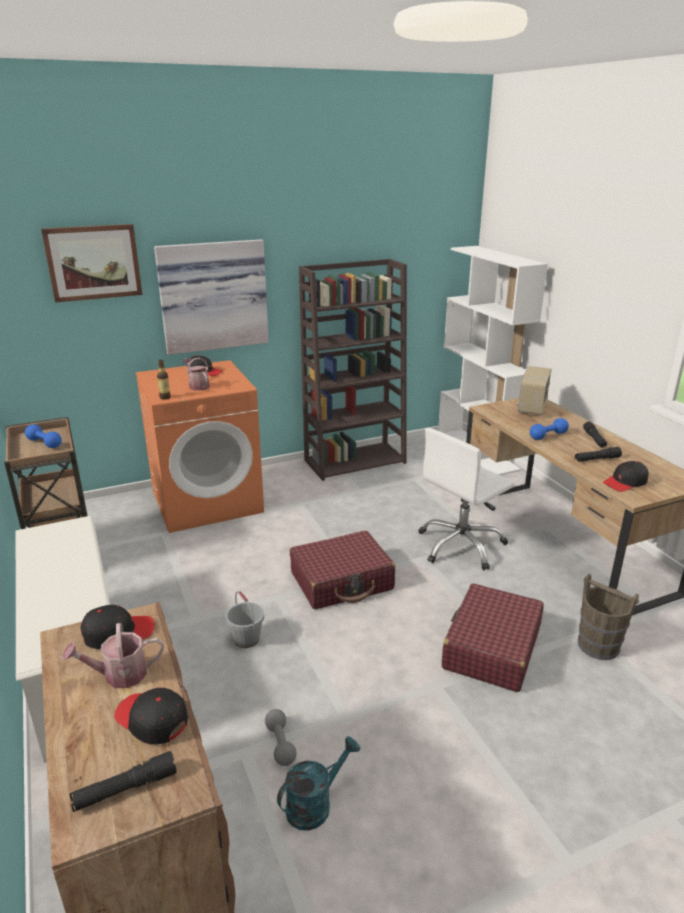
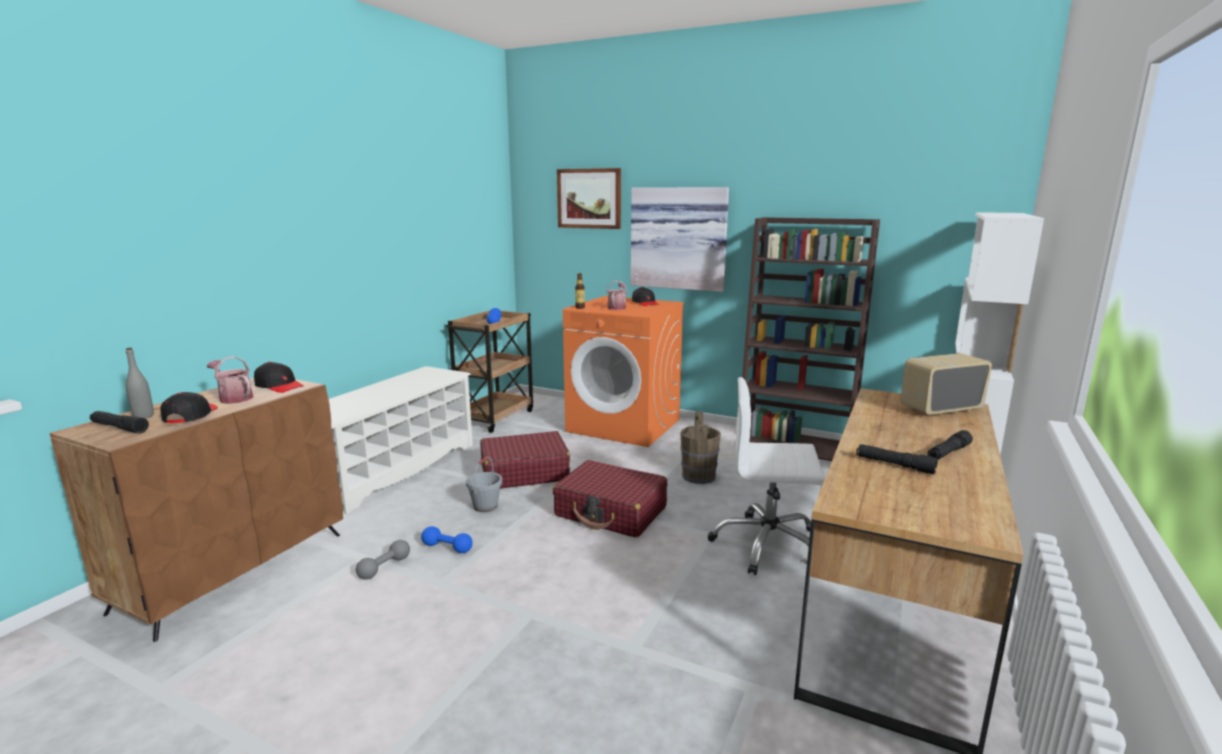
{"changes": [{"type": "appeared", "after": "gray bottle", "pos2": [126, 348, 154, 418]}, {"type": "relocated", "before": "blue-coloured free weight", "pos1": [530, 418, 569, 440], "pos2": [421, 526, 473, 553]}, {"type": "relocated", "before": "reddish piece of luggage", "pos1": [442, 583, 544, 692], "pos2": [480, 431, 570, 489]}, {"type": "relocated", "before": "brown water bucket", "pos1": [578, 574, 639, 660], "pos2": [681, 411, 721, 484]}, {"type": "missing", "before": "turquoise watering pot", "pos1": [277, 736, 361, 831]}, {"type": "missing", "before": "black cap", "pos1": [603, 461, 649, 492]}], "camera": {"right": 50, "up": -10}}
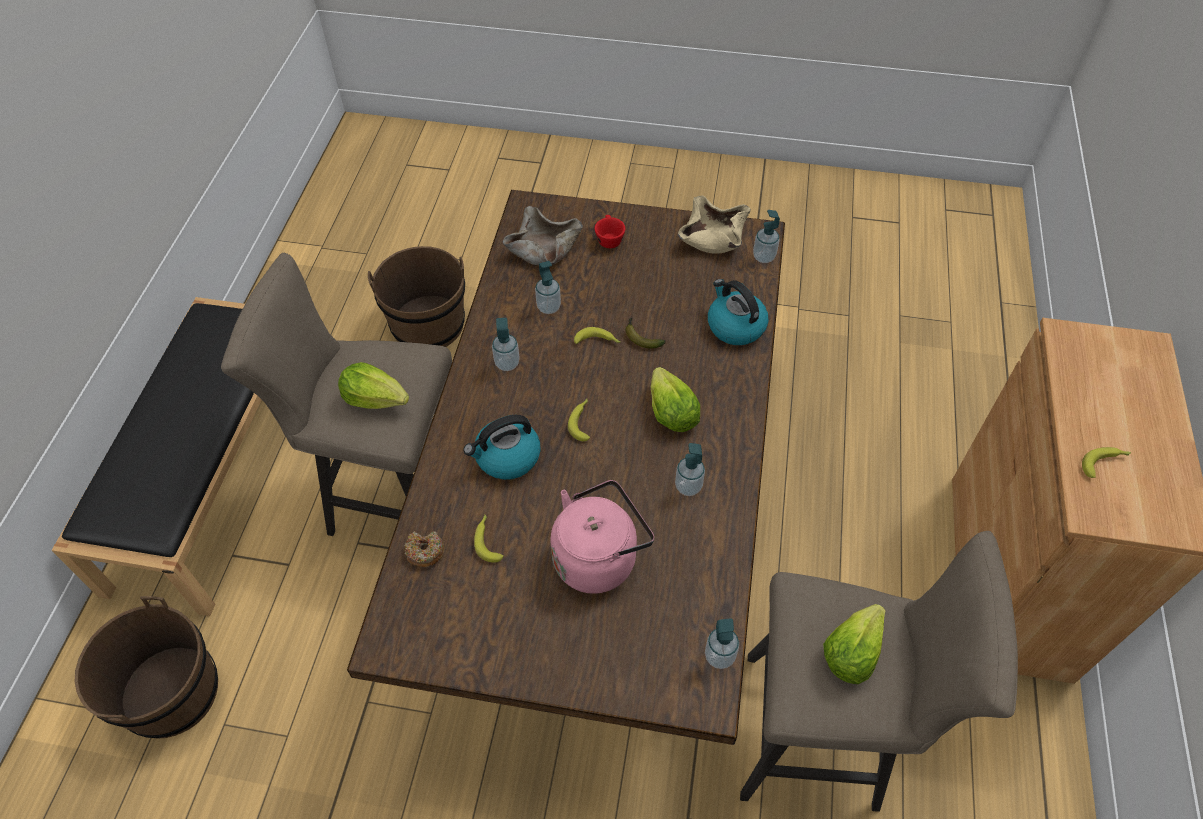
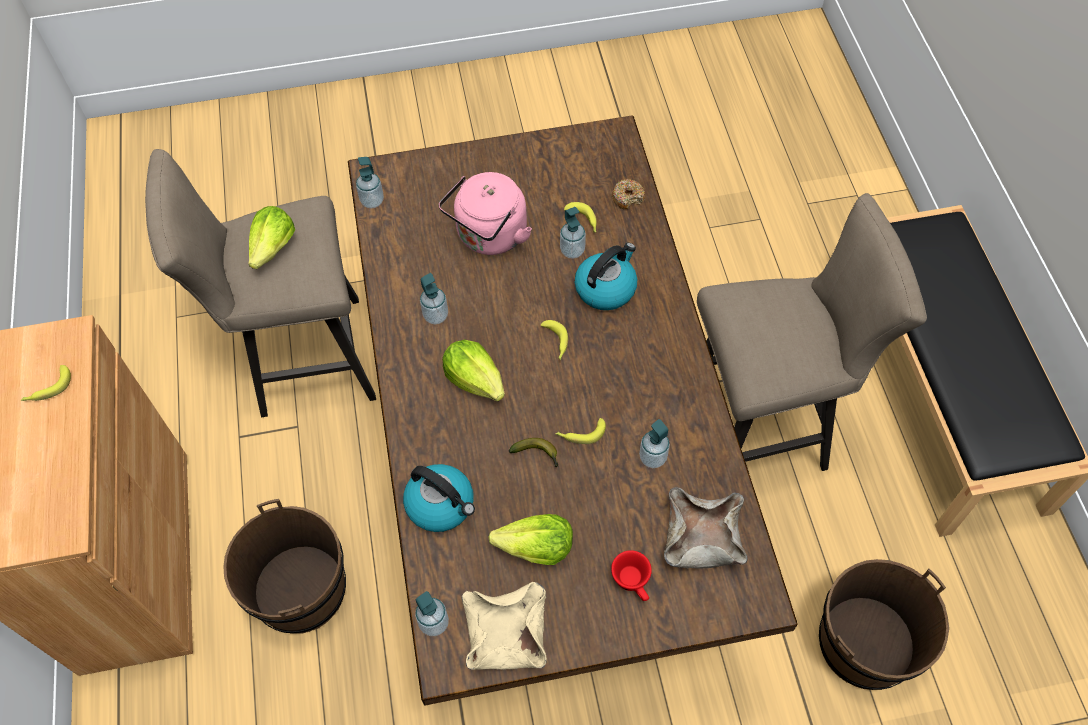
{"changes": [{"type": "relocated", "before": "brown water bucket", "pos1": [75, 596, 218, 738], "pos2": [224, 499, 346, 634]}, {"type": "relocated", "before": "lettuce", "pos1": [338, 362, 409, 409], "pos2": [488, 514, 573, 565]}, {"type": "relocated", "before": "liquid soap bottle", "pos1": [492, 318, 520, 371], "pos2": [560, 207, 586, 259]}], "camera": {"right": 160, "up": 5}}
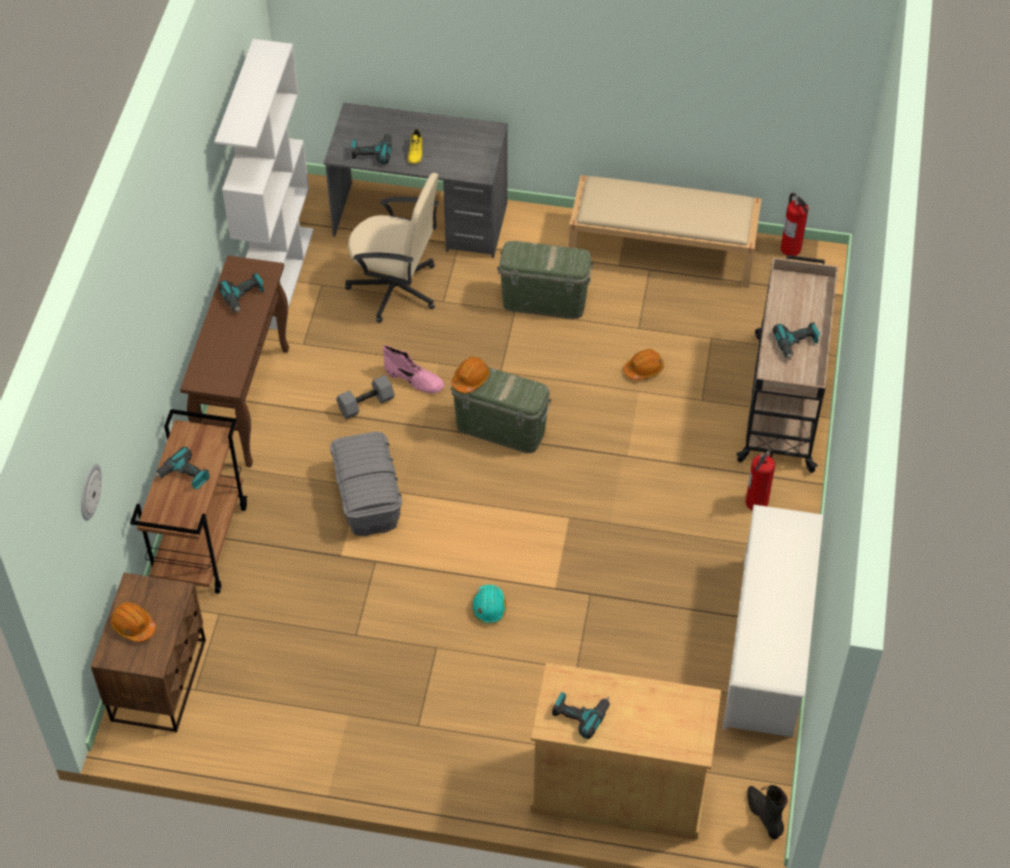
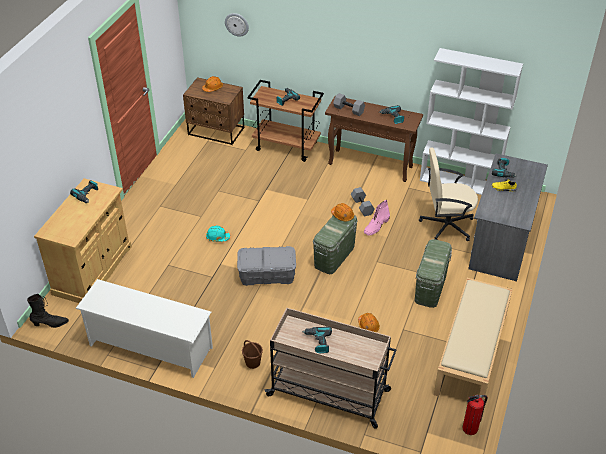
{"changes": [{"type": "relocated", "before": "gray storage bin", "pos1": [330, 432, 402, 536], "pos2": [237, 246, 296, 286]}, {"type": "exchanged", "before": "extinguisher", "after": "brown water bucket", "pos1": [745, 448, 775, 511], "pos2": [242, 340, 263, 369]}, {"type": "appeared", "after": "gray free weight", "pos2": [333, 93, 365, 116]}, {"type": "spun", "before": "beige-coloured computer chair", "pos1": [345, 173, 439, 323], "pos2": [419, 147, 478, 241], "turn": 60}], "camera": {"right": 100, "up": -10}}
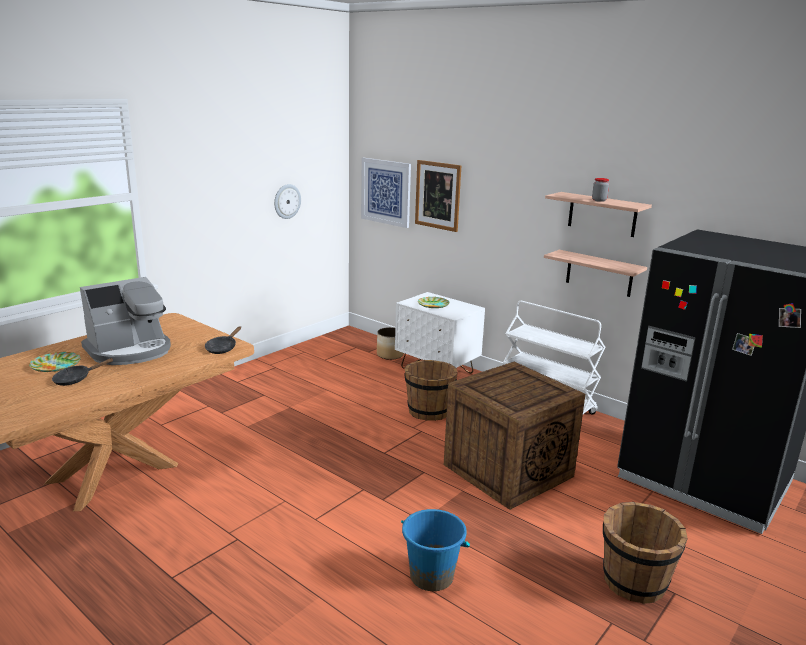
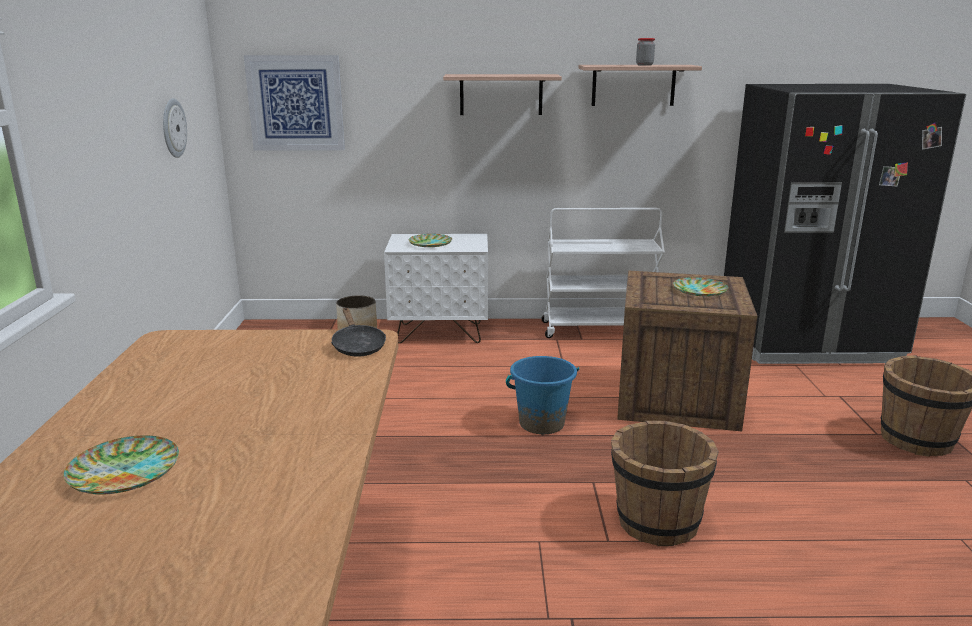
{"changes": [{"type": "relocated", "before": "bracket shelf", "pos1": [544, 250, 647, 297], "pos2": [443, 74, 562, 115]}, {"type": "relocated", "before": "blue-coloured water bucket", "pos1": [401, 509, 470, 591], "pos2": [506, 356, 579, 434]}, {"type": "relocated", "before": "brown water bucket", "pos1": [405, 360, 458, 421], "pos2": [611, 421, 719, 546]}, {"type": "appeared", "after": "flat dish", "pos2": [673, 277, 728, 297]}, {"type": "missing", "before": "black pan", "pos1": [52, 358, 114, 386]}, {"type": "missing", "before": "coffee maker", "pos1": [80, 277, 171, 365]}, {"type": "missing", "before": "picture", "pos1": [415, 160, 461, 232]}], "camera": {"right": -40, "up": 0}}
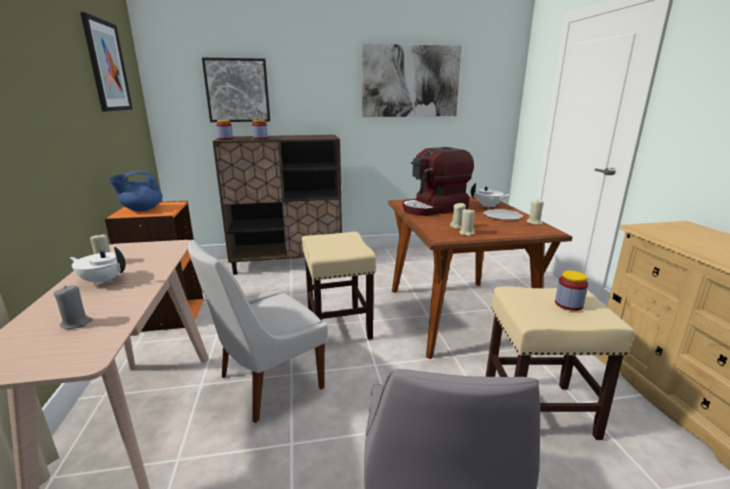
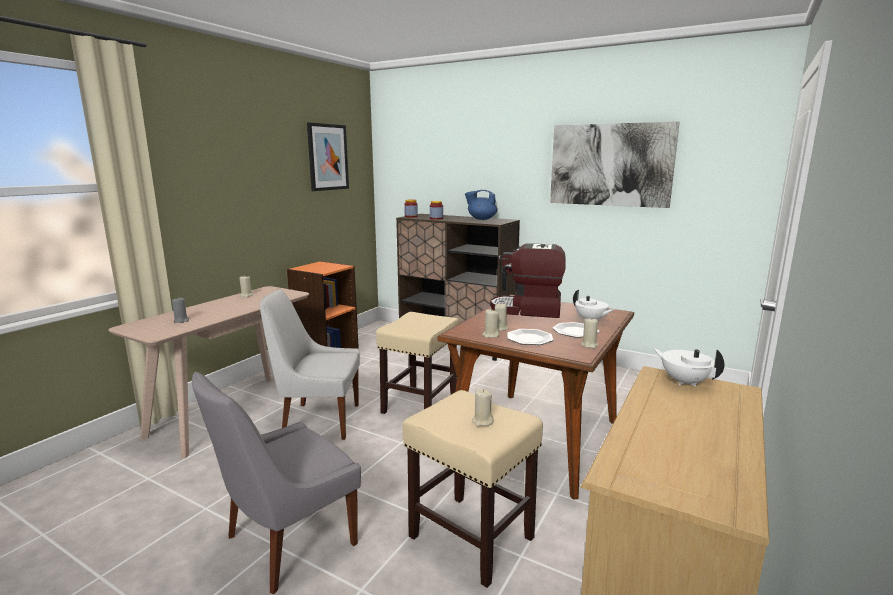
{"changes": [{"type": "relocated", "before": "blue-coloured teapot", "pos1": [109, 171, 162, 212], "pos2": [465, 190, 497, 220]}, {"type": "exchanged", "before": "preserve jar", "after": "beige-coloured candle", "pos1": [555, 271, 588, 311], "pos2": [472, 389, 494, 426]}, {"type": "appeared", "after": "flat dish", "pos2": [507, 329, 553, 345]}, {"type": "relocated", "before": "whitish teapot", "pos1": [70, 247, 126, 286], "pos2": [653, 348, 725, 386]}, {"type": "missing", "before": "picture", "pos1": [202, 58, 270, 122]}], "camera": {"right": 40, "up": -5}}
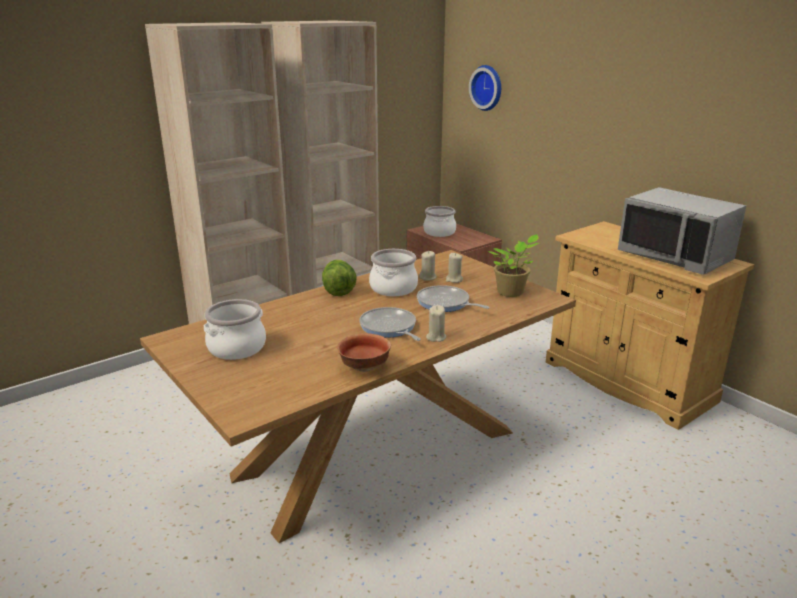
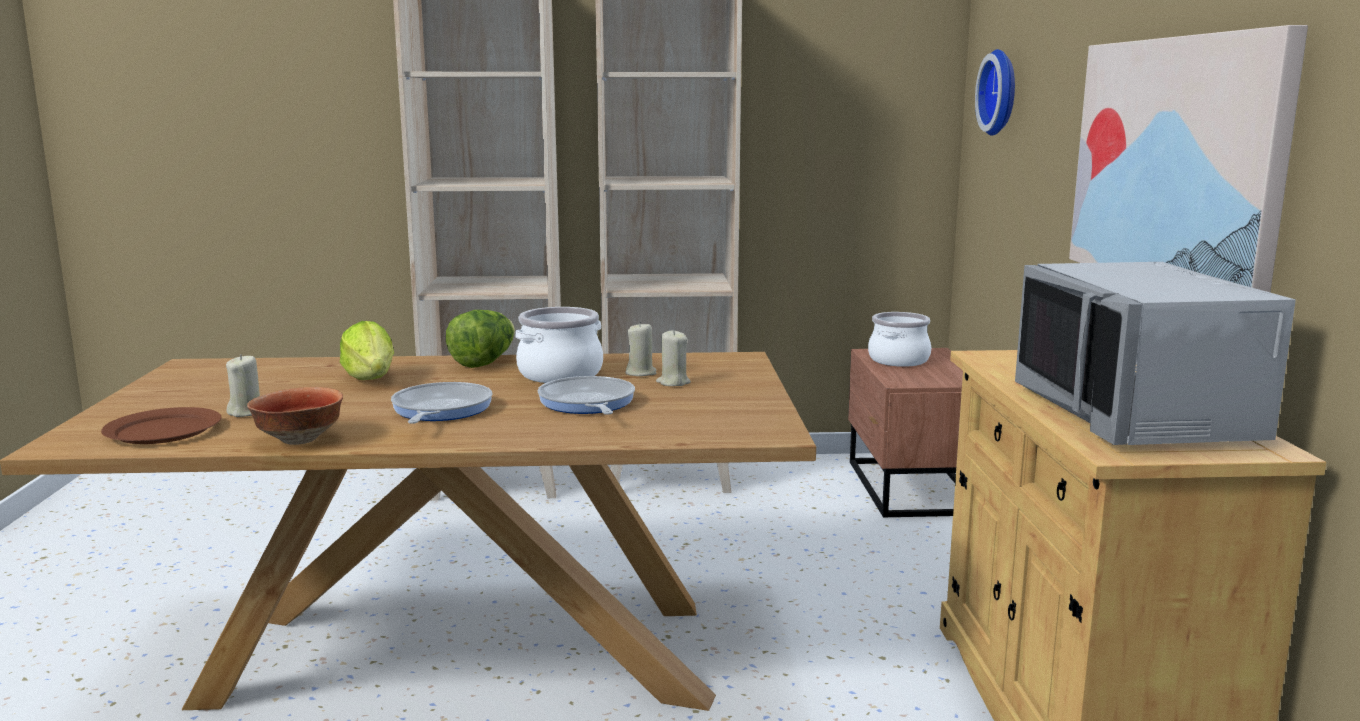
{"changes": [{"type": "appeared", "after": "brown flat dish", "pos2": [101, 407, 221, 444]}, {"type": "relocated", "before": "beige-coloured candle", "pos1": [426, 305, 446, 342], "pos2": [226, 354, 260, 417]}, {"type": "appeared", "after": "lettuce", "pos2": [340, 321, 394, 380]}, {"type": "appeared", "after": "picture", "pos2": [1069, 25, 1308, 292]}, {"type": "missing", "before": "cooking pot", "pos1": [204, 299, 266, 360]}, {"type": "missing", "before": "houseplant", "pos1": [488, 234, 539, 297]}], "camera": {"right": 35, "up": -10}}
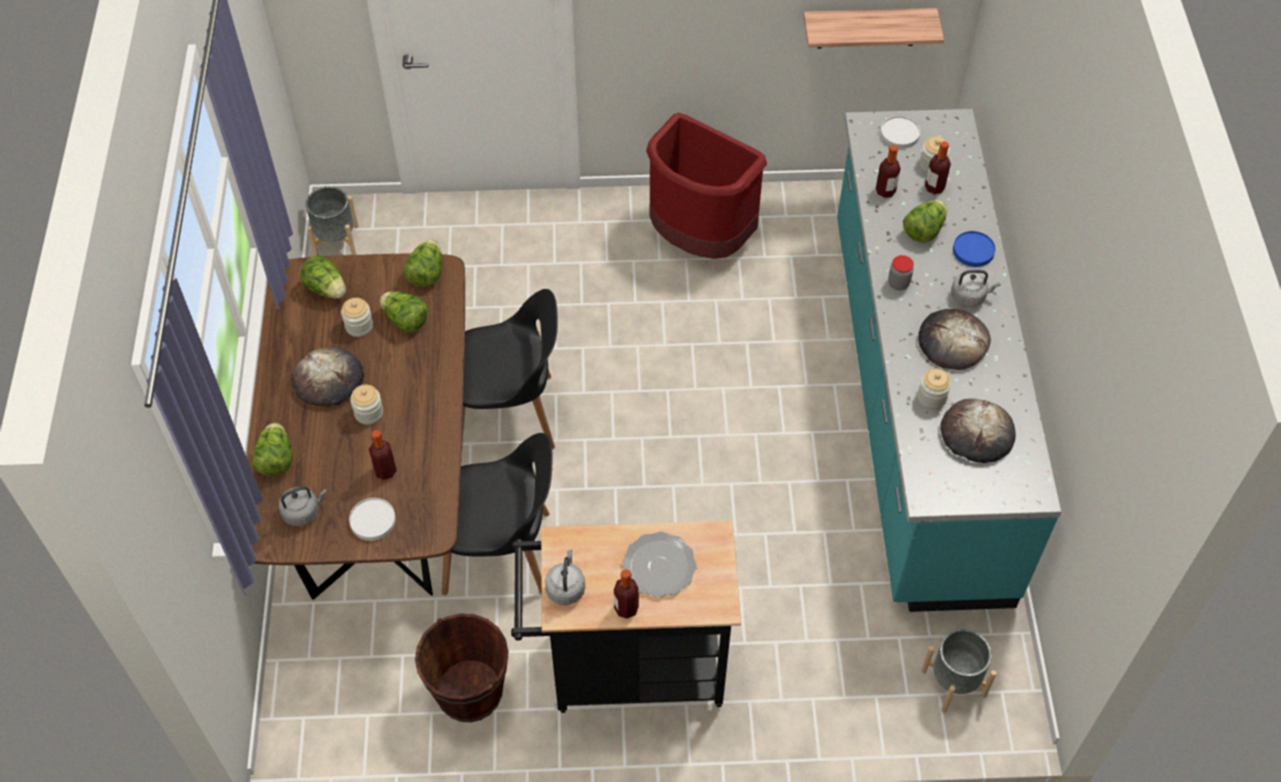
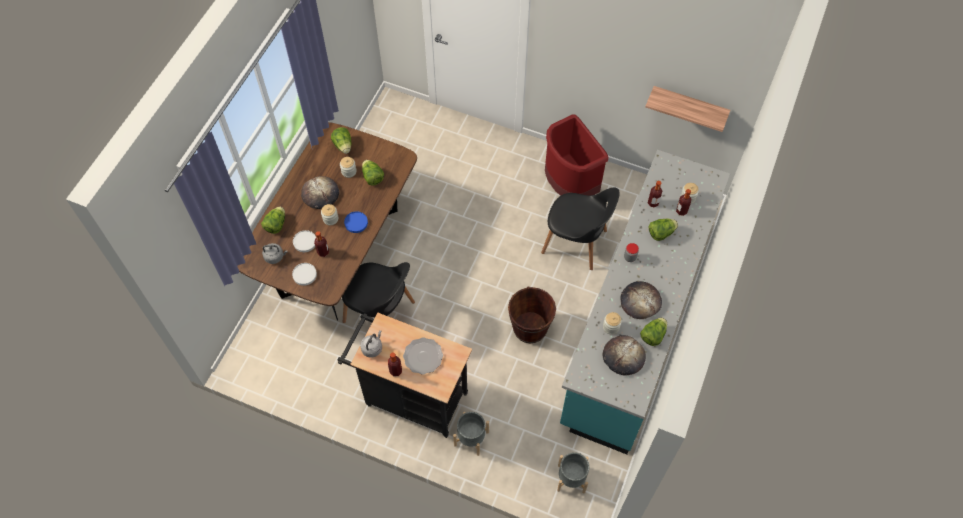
{"changes": [{"type": "relocated", "before": "whitish flat dish", "pos1": [880, 116, 920, 149], "pos2": [293, 230, 316, 252]}, {"type": "relocated", "before": "blue-coloured flat dish", "pos1": [953, 231, 995, 267], "pos2": [344, 211, 368, 233]}, {"type": "relocated", "before": "gray plant pot", "pos1": [306, 186, 358, 256], "pos2": [453, 412, 489, 456]}, {"type": "relocated", "before": "brown water bucket", "pos1": [415, 613, 509, 722], "pos2": [508, 287, 556, 343]}, {"type": "relocated", "before": "black chair", "pos1": [461, 289, 558, 453], "pos2": [541, 187, 620, 270]}, {"type": "relocated", "before": "lettuce", "pos1": [403, 240, 442, 287], "pos2": [640, 318, 667, 346]}, {"type": "missing", "before": "gray tea kettle", "pos1": [951, 270, 1000, 307]}], "camera": {"right": 25, "up": 5}}
